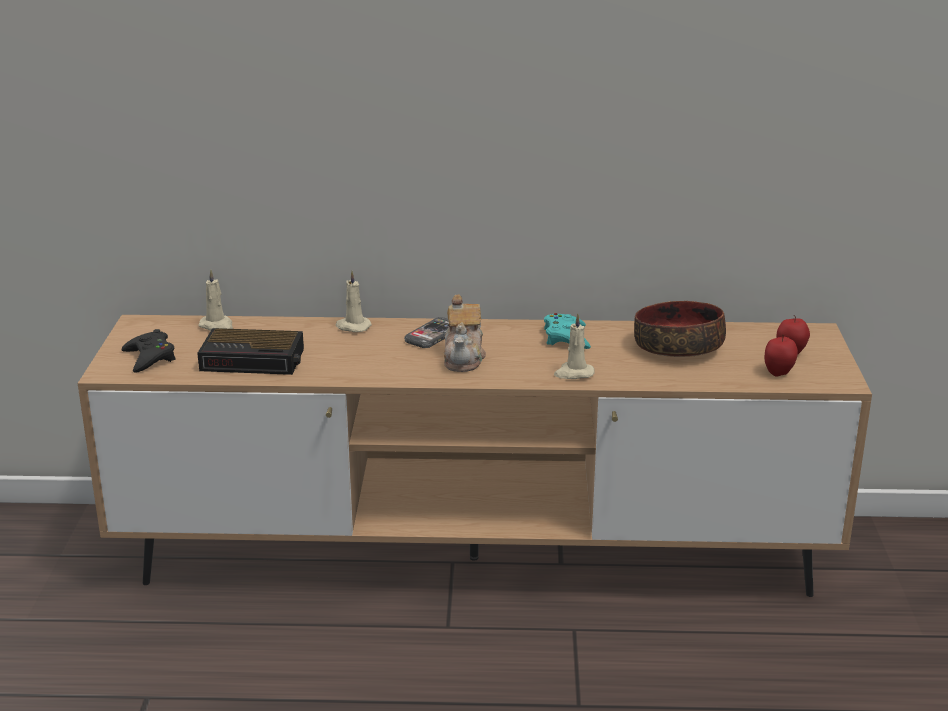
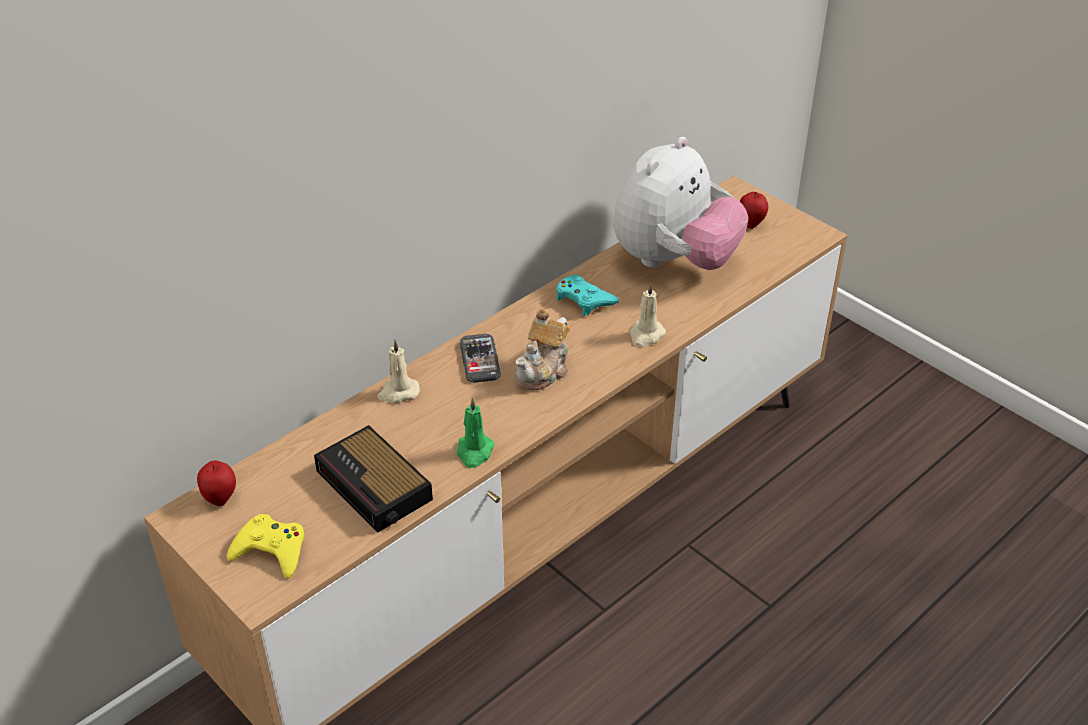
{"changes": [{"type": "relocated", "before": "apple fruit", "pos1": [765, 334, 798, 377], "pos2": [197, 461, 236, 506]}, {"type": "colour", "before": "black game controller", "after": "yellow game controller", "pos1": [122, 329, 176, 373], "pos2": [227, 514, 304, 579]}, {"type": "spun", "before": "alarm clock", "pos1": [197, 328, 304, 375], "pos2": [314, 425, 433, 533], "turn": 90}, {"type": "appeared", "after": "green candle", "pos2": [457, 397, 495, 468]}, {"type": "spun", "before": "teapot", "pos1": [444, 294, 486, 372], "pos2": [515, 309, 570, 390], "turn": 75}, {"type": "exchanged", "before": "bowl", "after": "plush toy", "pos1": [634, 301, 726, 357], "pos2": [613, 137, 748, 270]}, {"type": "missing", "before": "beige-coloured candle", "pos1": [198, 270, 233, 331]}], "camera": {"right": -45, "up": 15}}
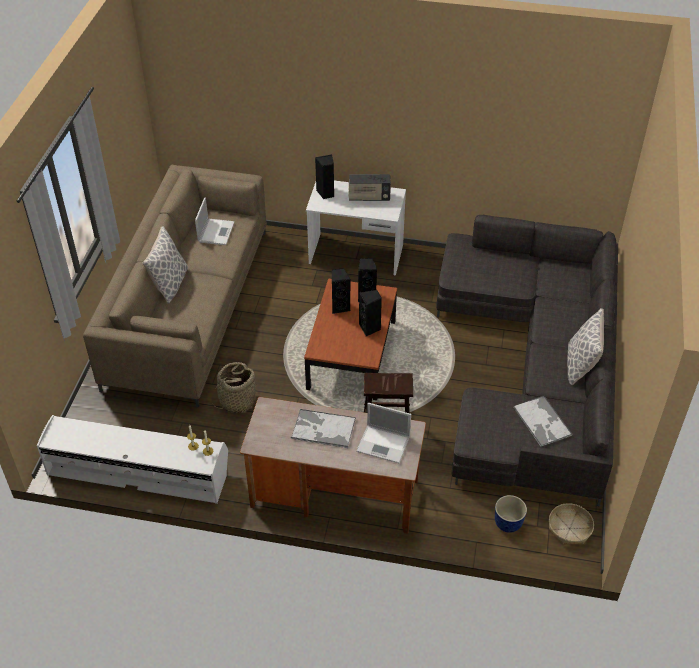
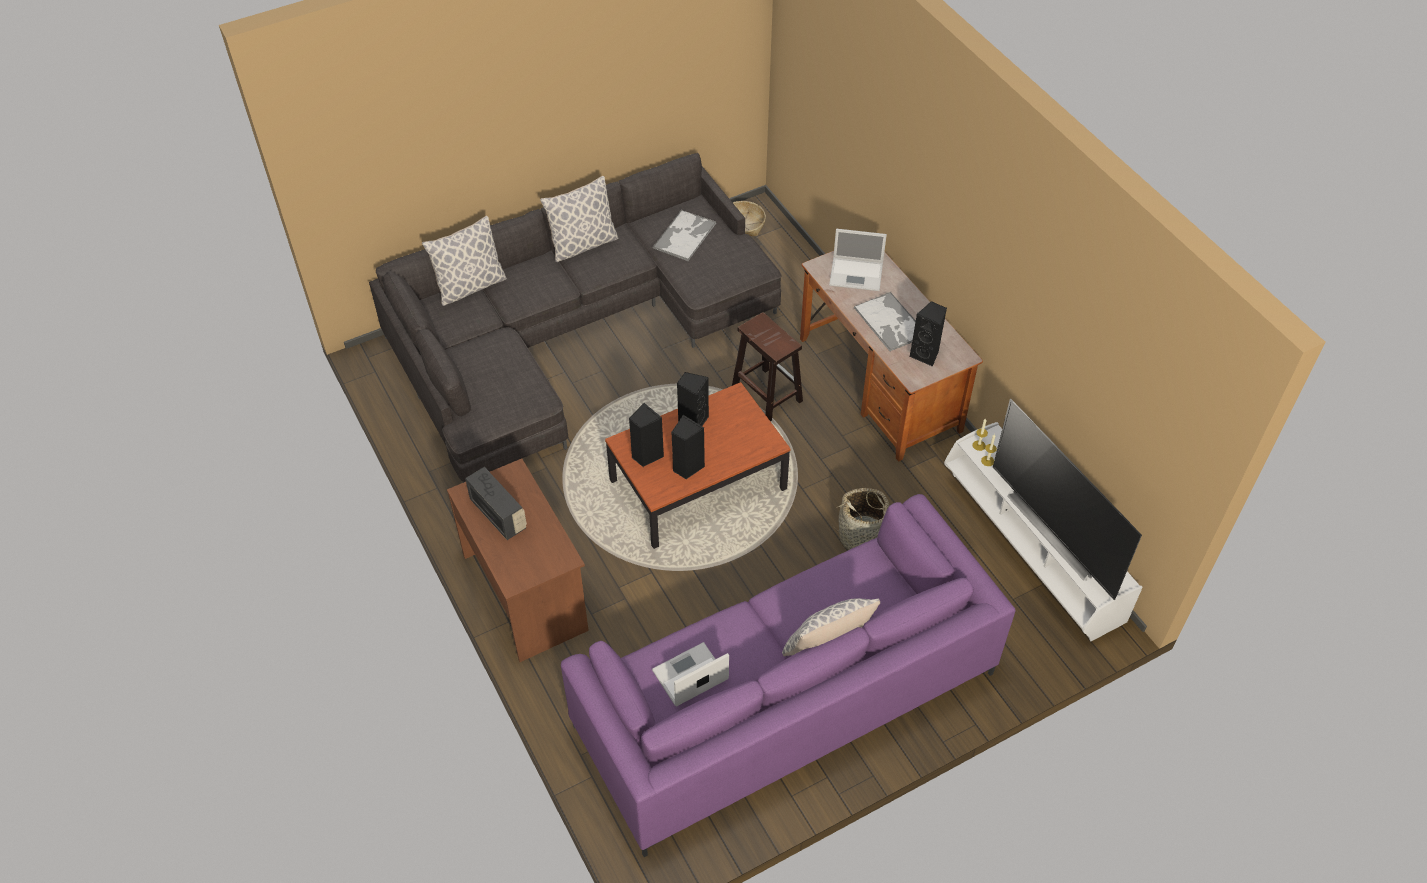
{"changes": [{"type": "appeared", "after": "throw pillow", "pos2": [422, 216, 507, 306]}, {"type": "colour", "before": "whitish desk unit", "after": "brown desk unit", "pos1": [306, 181, 406, 275], "pos2": [447, 459, 589, 662]}, {"type": "colour", "before": "brown sofa", "after": "purple sofa", "pos1": [83, 165, 267, 407], "pos2": [561, 494, 1016, 857]}, {"type": "spun", "before": "portable computer", "pos1": [356, 403, 411, 463], "pos2": [829, 229, 887, 291], "turn": 120}, {"type": "relocated", "before": "black audio speaker", "pos1": [315, 154, 334, 199], "pos2": [909, 301, 947, 367]}, {"type": "appeared", "after": "TV", "pos2": [993, 399, 1142, 600]}, {"type": "missing", "before": "plant pot", "pos1": [495, 495, 527, 533]}], "camera": {"right": -130, "up": 5}}
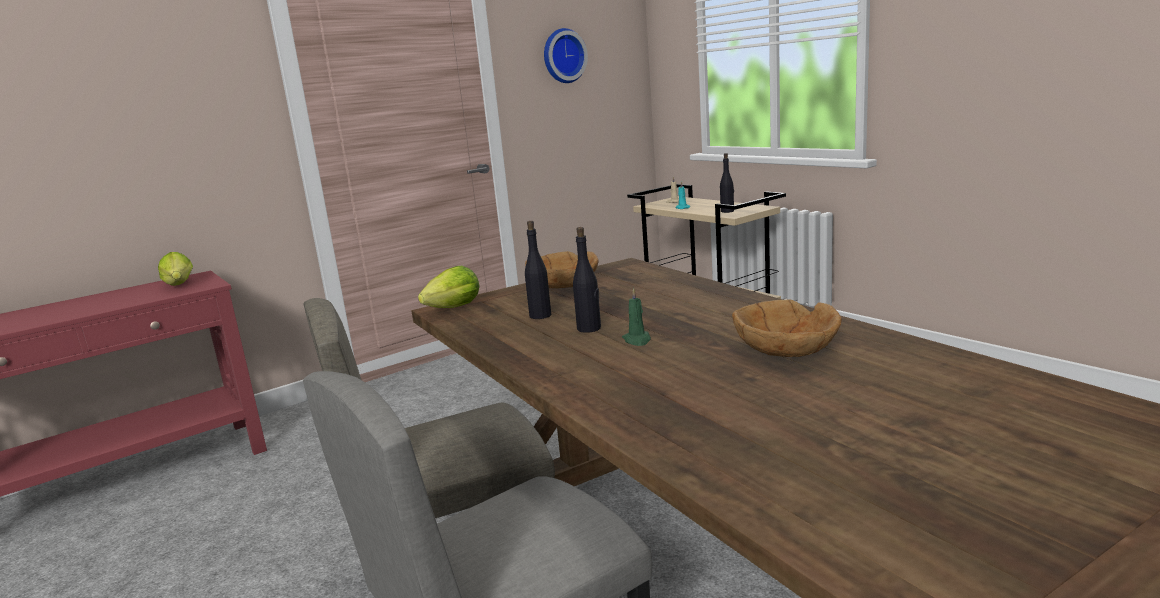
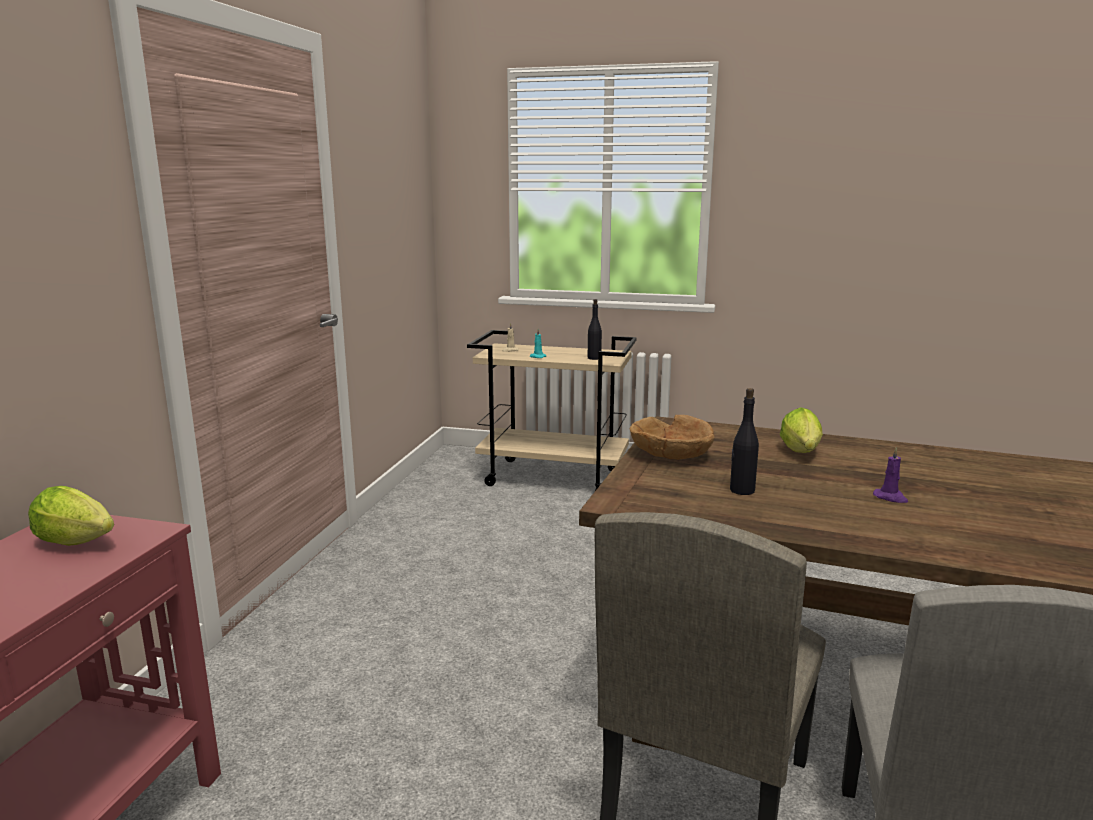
{"changes": [{"type": "relocated", "before": "lettuce", "pos1": [418, 265, 479, 308], "pos2": [780, 407, 823, 453]}, {"type": "colour", "before": "green candle", "after": "purple candle", "pos1": [622, 288, 651, 346], "pos2": [873, 447, 908, 503]}, {"type": "missing", "before": "hanging clock", "pos1": [544, 28, 588, 83]}, {"type": "missing", "before": "black bottle", "pos1": [573, 227, 601, 333]}, {"type": "missing", "before": "brown bowl", "pos1": [732, 299, 842, 357]}], "camera": {"right": -40, "up": 0}}
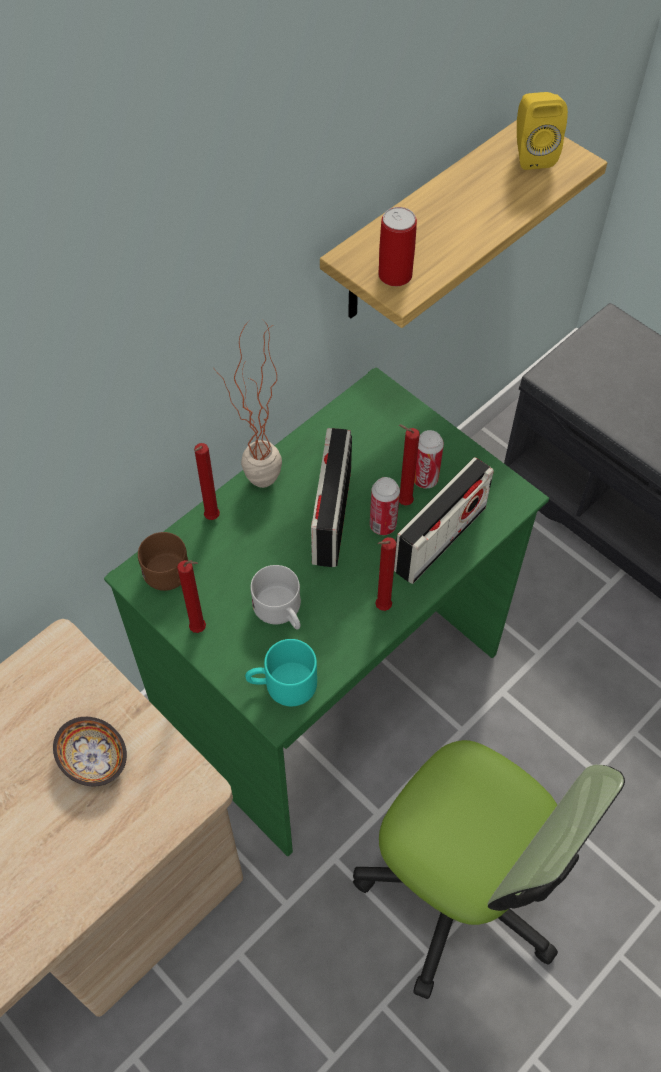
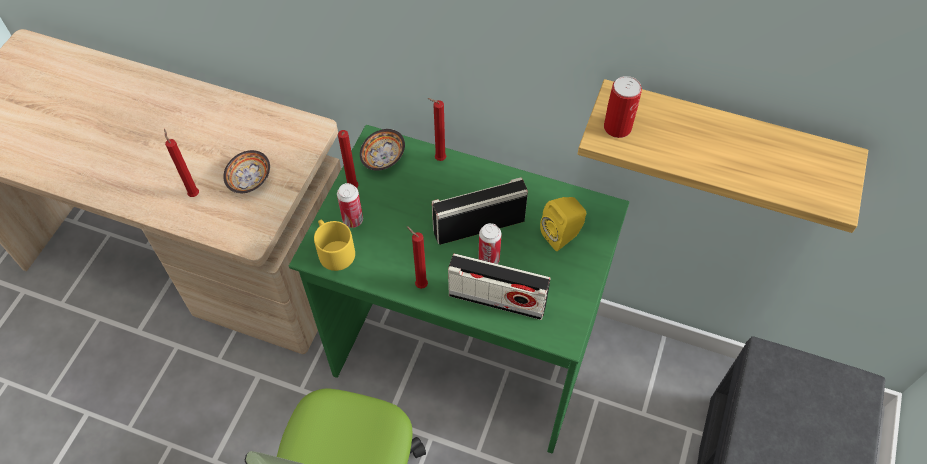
{"changes": [{"type": "relocated", "before": "reddish candle", "pos1": [399, 425, 420, 505], "pos2": [164, 129, 199, 197]}, {"type": "colour", "before": "turquoise mug", "after": "yellow mug", "pos1": [245, 639, 317, 706], "pos2": [314, 220, 355, 271]}, {"type": "relocated", "before": "metal can", "pos1": [414, 430, 444, 488], "pos2": [337, 183, 363, 228]}, {"type": "exchanged", "before": "brown mug", "after": "bowl", "pos1": [138, 532, 188, 591], "pos2": [360, 129, 405, 171]}, {"type": "relocated", "before": "yellow audio speaker", "pos1": [517, 92, 568, 170], "pos2": [540, 197, 586, 251]}, {"type": "missing", "before": "houseplant", "pos1": [215, 319, 282, 488]}, {"type": "missing", "before": "whitish mug", "pos1": [250, 565, 301, 630]}], "camera": {"right": 65, "up": 0}}
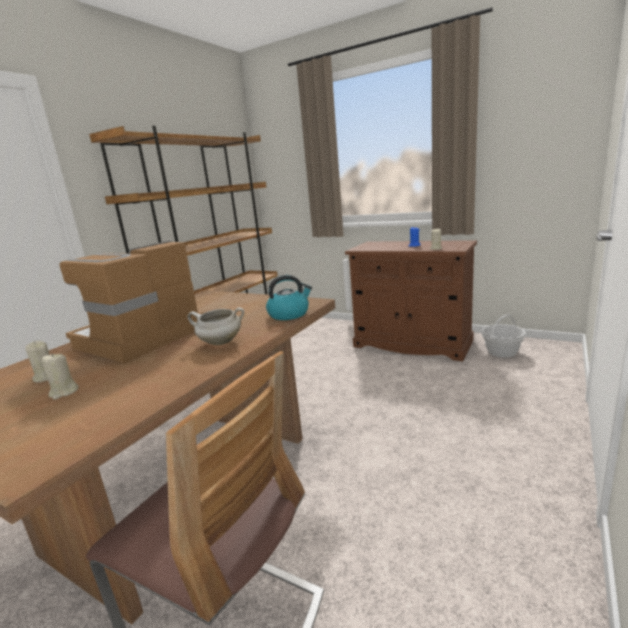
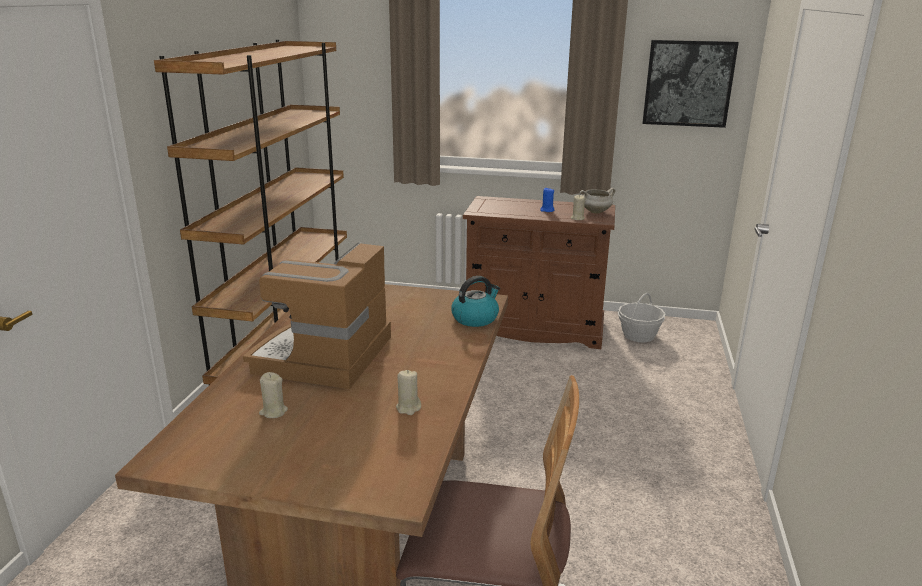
{"changes": [{"type": "relocated", "before": "beige-coloured candle", "pos1": [42, 353, 79, 400], "pos2": [396, 370, 421, 415]}, {"type": "relocated", "before": "whitish cooking pot", "pos1": [188, 307, 244, 345], "pos2": [579, 188, 615, 213]}, {"type": "appeared", "after": "picture", "pos2": [642, 40, 739, 128]}], "camera": {"right": -20, "up": 5}}
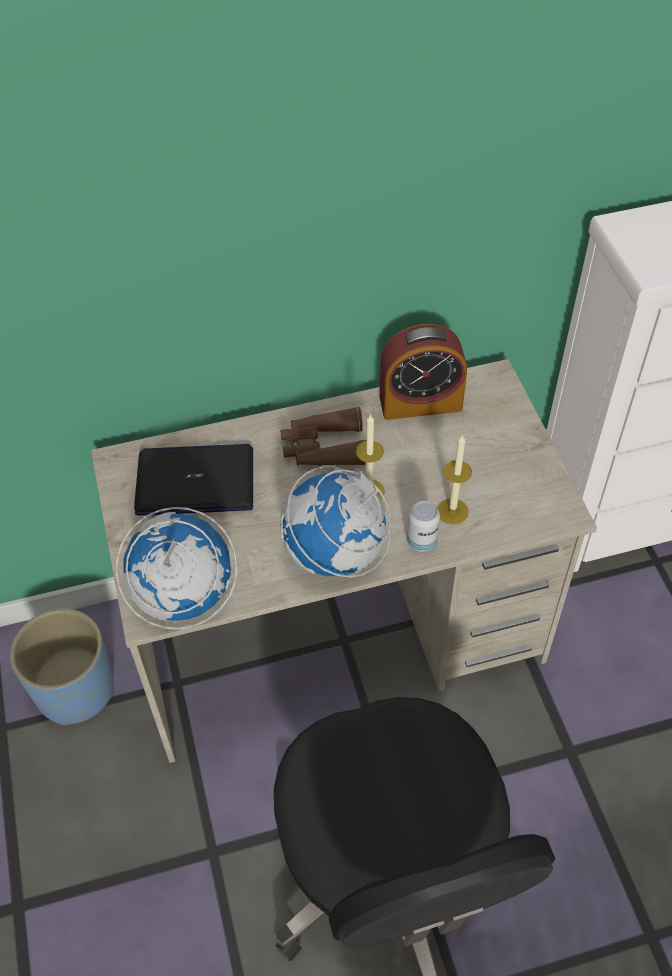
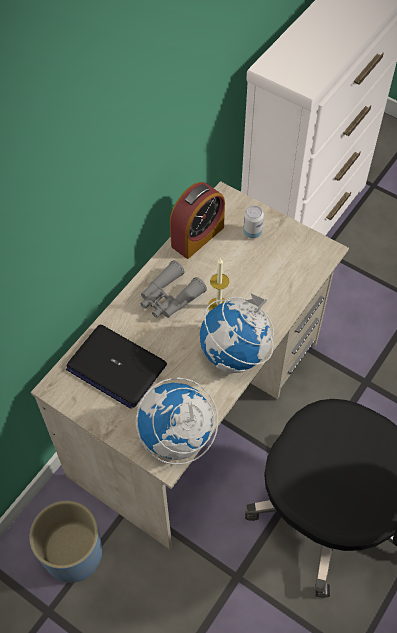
{"changes": [{"type": "spun", "before": "portable computer", "pos1": [134, 444, 253, 516], "pos2": [66, 325, 167, 409], "turn": -105}, {"type": "colour", "before": "brown binoculars", "after": "gray binoculars", "pos1": [281, 407, 366, 466], "pos2": [140, 260, 207, 318]}, {"type": "relocated", "before": "metal can", "pos1": [407, 500, 440, 551], "pos2": [243, 206, 264, 239]}, {"type": "missing", "before": "candle", "pos1": [437, 435, 472, 525]}], "camera": {"right": -40, "up": 5}}
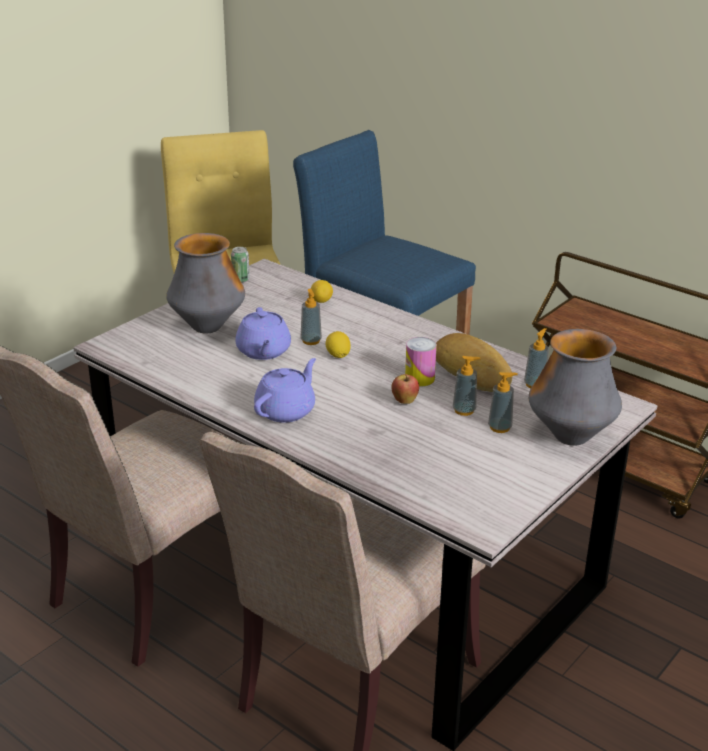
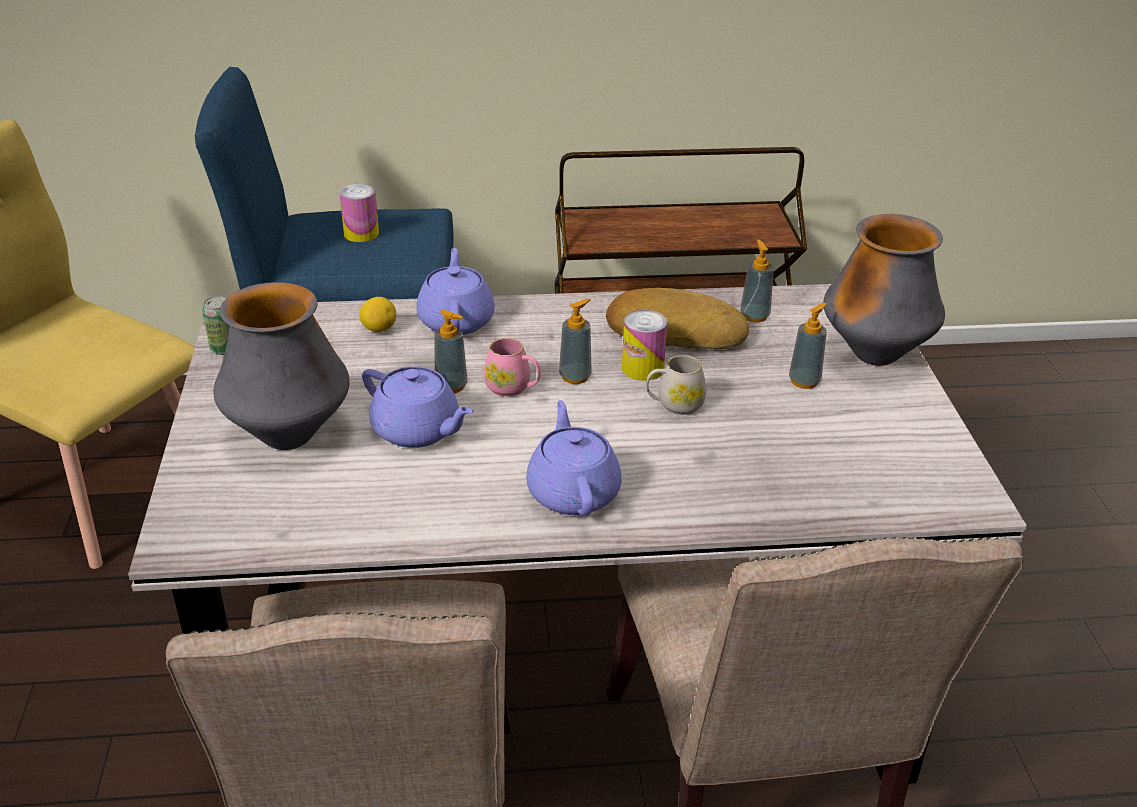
{"changes": [{"type": "appeared", "after": "metal can", "pos2": [339, 184, 379, 242]}, {"type": "appeared", "after": "purple teapot", "pos2": [416, 248, 495, 335]}, {"type": "exchanged", "before": "lemon", "after": "pinkish mug", "pos1": [325, 331, 351, 358], "pos2": [484, 338, 541, 397]}, {"type": "relocated", "before": "liquid soap bottle", "pos1": [453, 356, 481, 416], "pos2": [559, 298, 592, 384]}, {"type": "exchanged", "before": "apple fruit", "after": "whitish mug", "pos1": [391, 374, 419, 404], "pos2": [646, 355, 706, 415]}], "camera": {"right": -45, "up": 5}}
